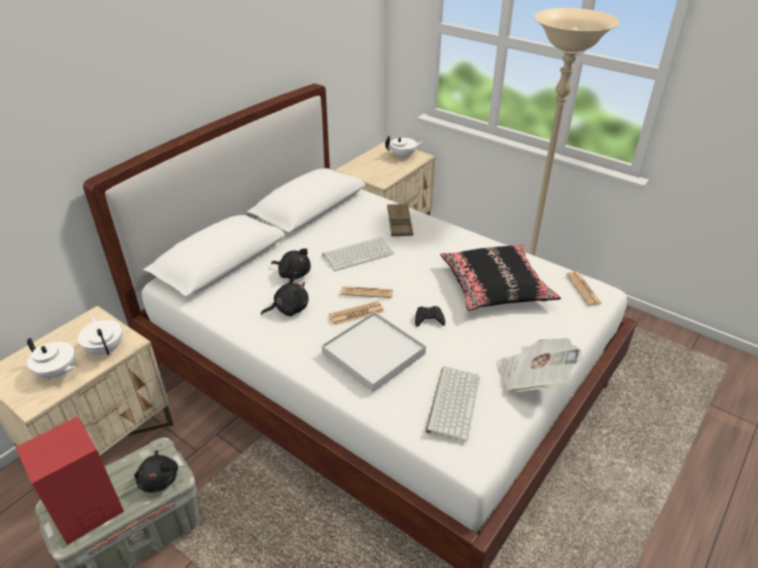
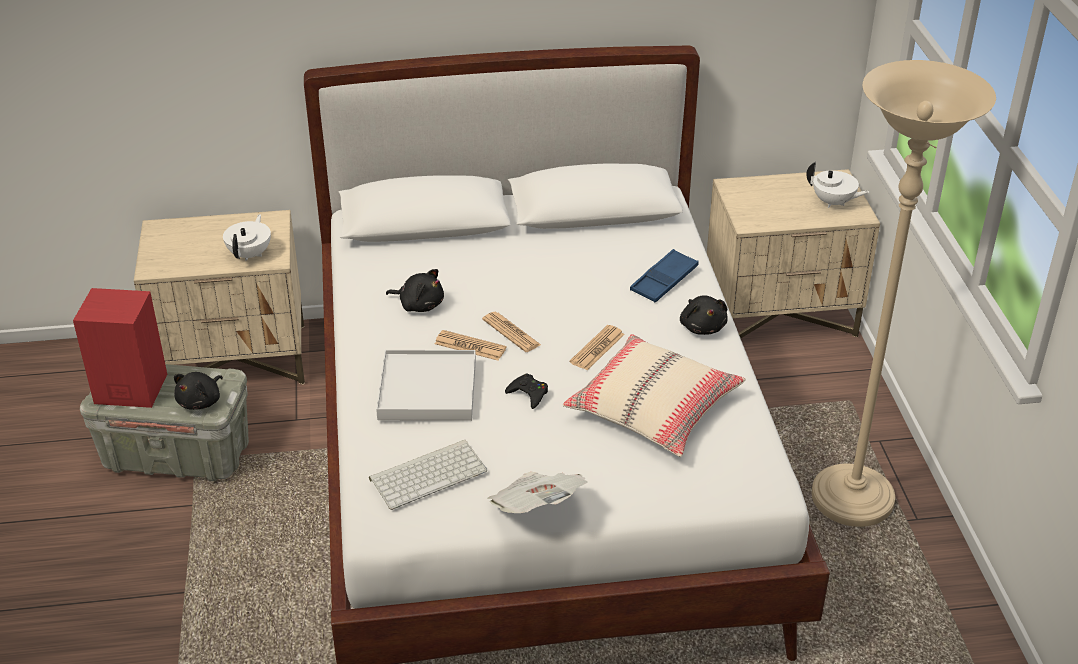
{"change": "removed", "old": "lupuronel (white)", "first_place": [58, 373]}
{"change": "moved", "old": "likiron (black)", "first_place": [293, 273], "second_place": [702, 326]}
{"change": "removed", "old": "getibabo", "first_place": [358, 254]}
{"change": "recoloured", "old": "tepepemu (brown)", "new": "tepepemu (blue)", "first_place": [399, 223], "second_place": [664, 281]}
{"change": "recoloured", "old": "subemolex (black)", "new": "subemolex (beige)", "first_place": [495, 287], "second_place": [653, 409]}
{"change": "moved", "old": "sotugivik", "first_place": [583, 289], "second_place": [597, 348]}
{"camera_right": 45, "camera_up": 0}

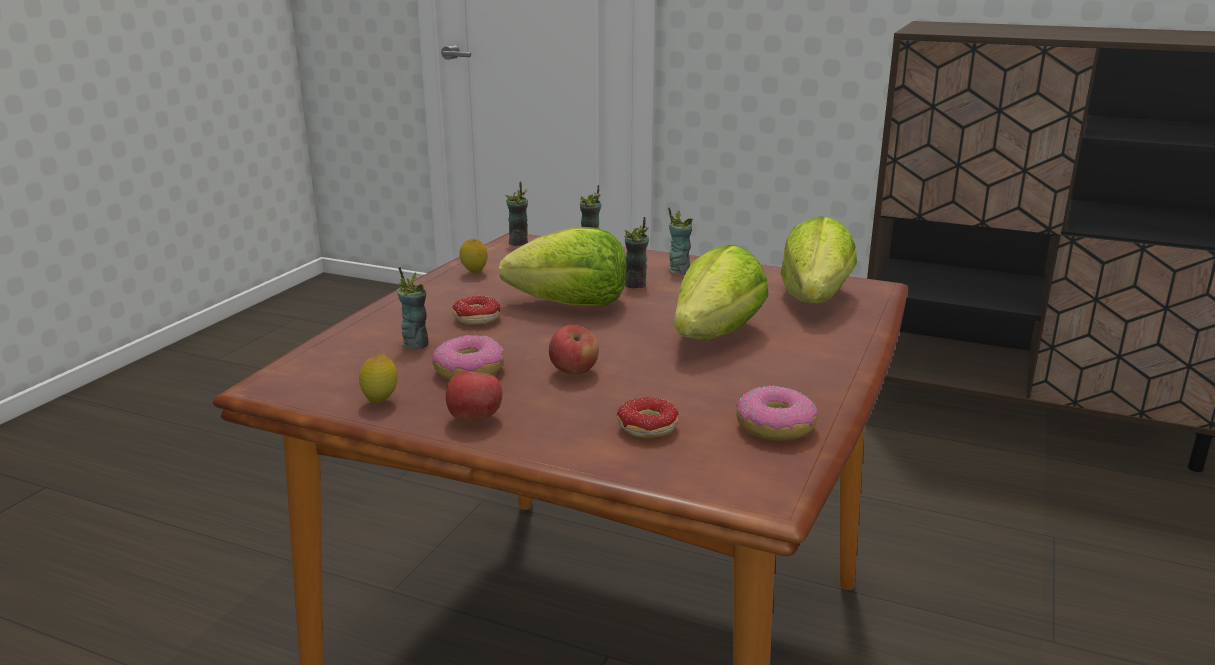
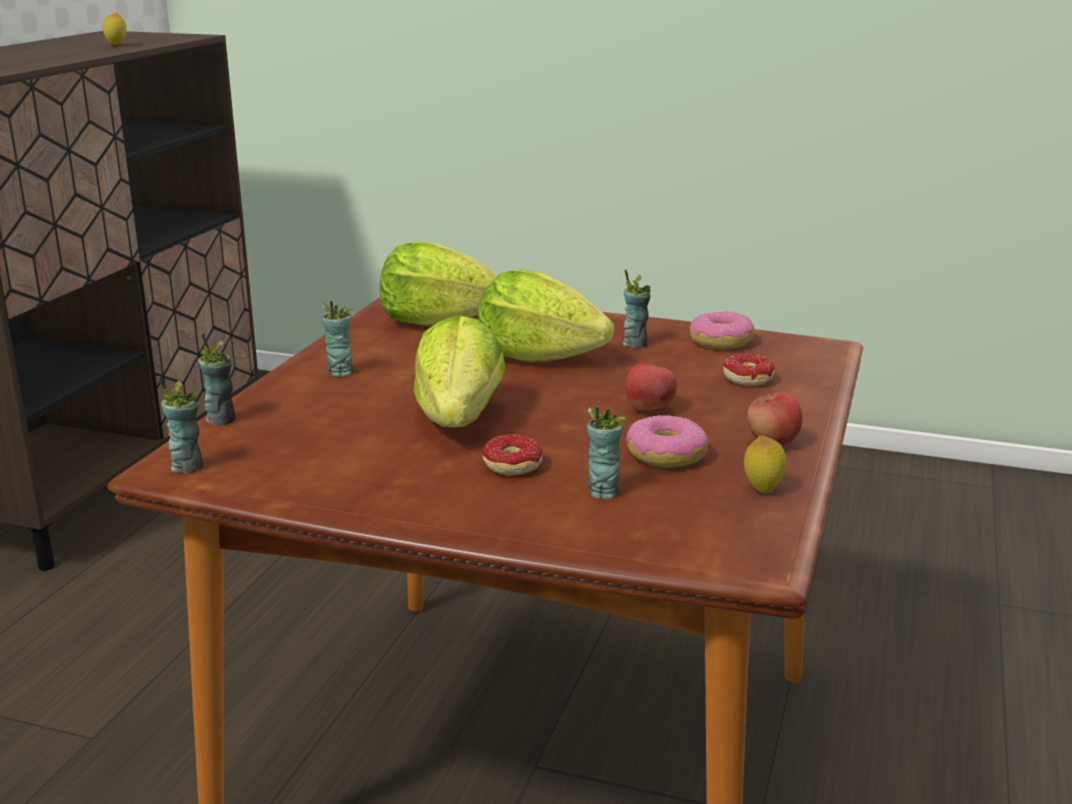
{"change": "moved", "old": "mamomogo", "first_place": [474, 273], "second_place": [117, 45]}
{"change": "moved", "old": "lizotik", "first_place": [636, 285], "second_place": [635, 344]}
{"camera_right": -95, "camera_up": 0}

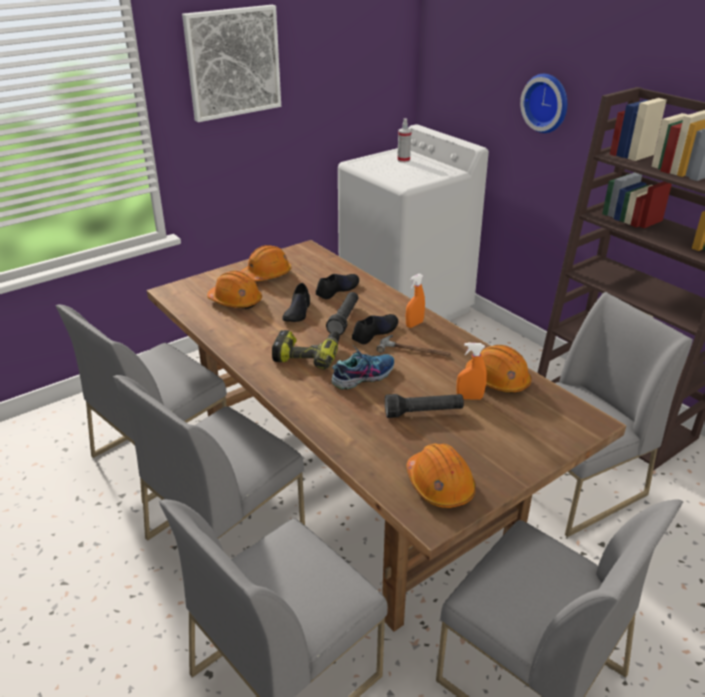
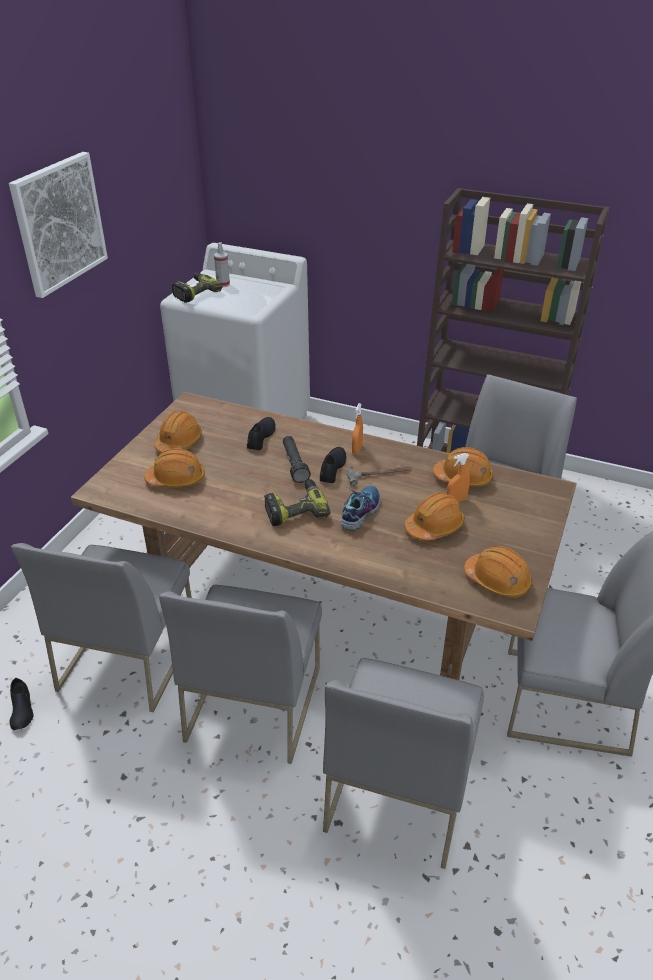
{"change": "moved", "old": "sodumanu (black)", "first_place": [297, 312], "second_place": [21, 709]}
{"change": "replaced", "old": "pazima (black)", "new": "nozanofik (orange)", "first_place": [423, 413], "second_place": [434, 526]}
{"change": "removed", "old": "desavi", "first_place": [547, 102]}
{"change": "added", "new": "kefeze", "second_place": [195, 293]}
{"camera_right": -30, "camera_up": 5}

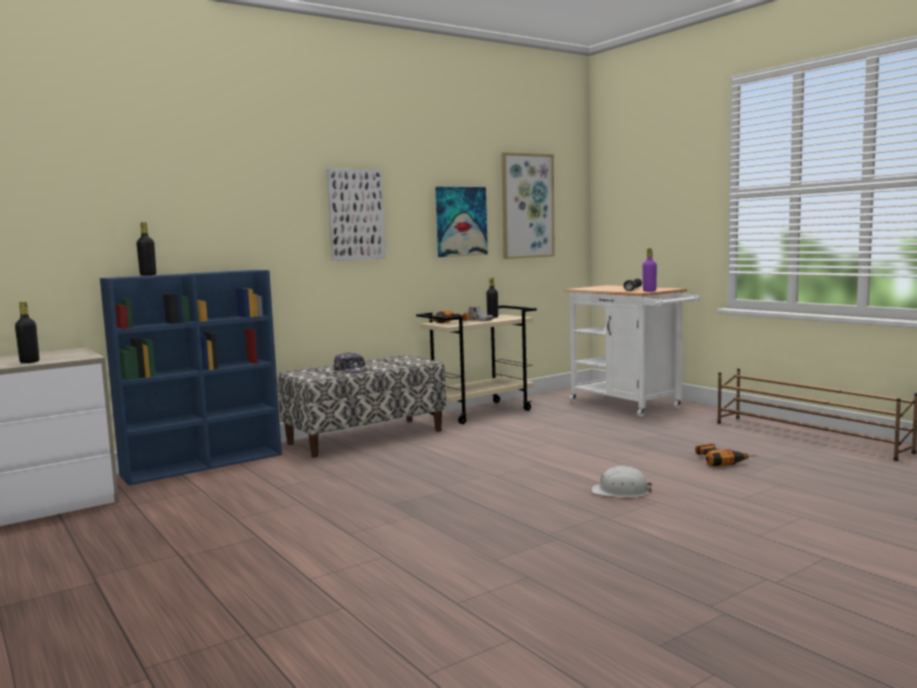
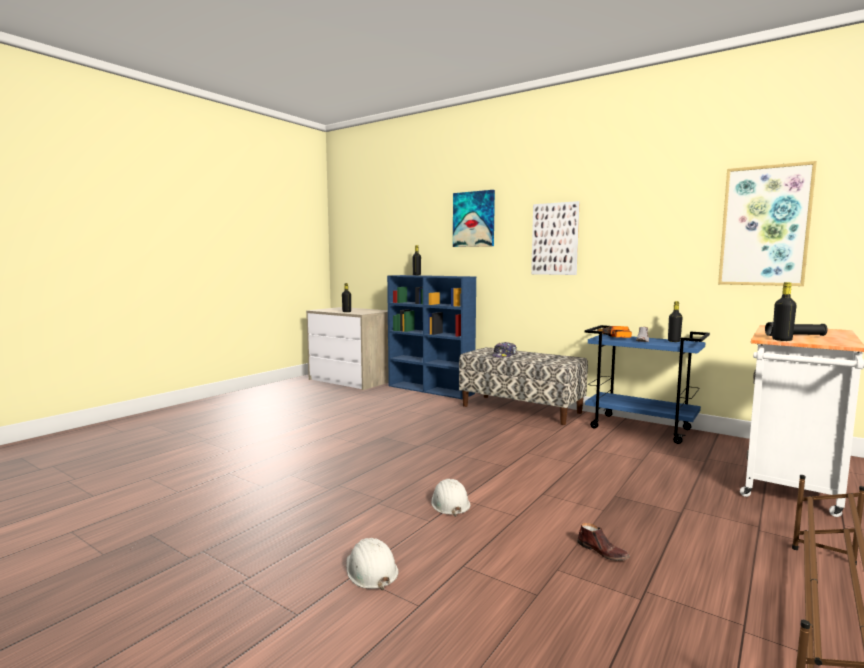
{"change": "recoloured", "old": "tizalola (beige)", "new": "tizalola (blue)", "first_place": [480, 412], "second_place": [641, 428]}
{"change": "moved", "old": "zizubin", "first_place": [460, 221], "second_place": [474, 219]}
{"change": "recoloured", "old": "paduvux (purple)", "new": "paduvux (black)", "first_place": [649, 291], "second_place": [782, 340]}
{"change": "replaced", "old": "kefeze", "new": "sodumanu (brown)", "first_place": [721, 460], "second_place": [603, 552]}
{"change": "added", "new": "nozanofik (white)", "second_place": [370, 570]}
{"camera_right": 70, "camera_up": 0}

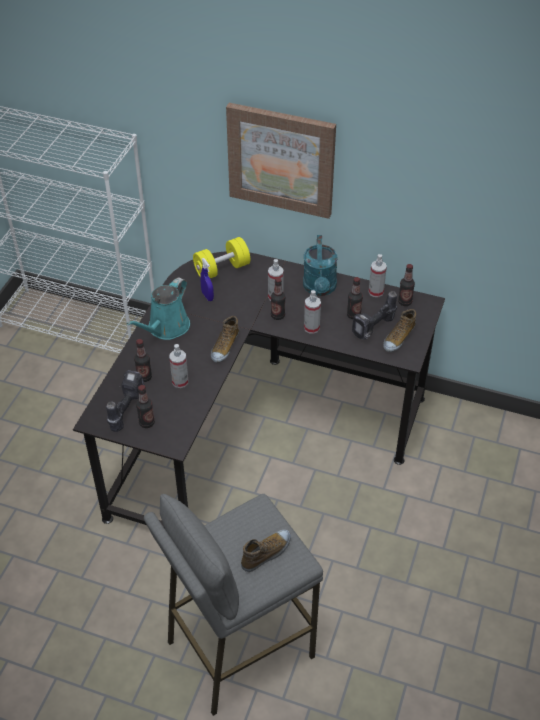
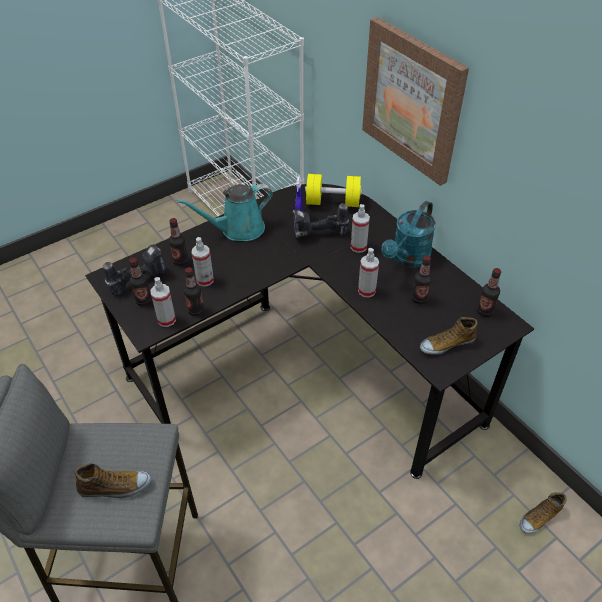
{"change": "moved", "old": "sodumanu", "first_place": [224, 346], "second_place": [539, 517]}
{"change": "moved", "old": "paduvux", "first_place": [278, 315], "second_place": [196, 311]}
{"change": "moved", "old": "kefeze", "first_place": [374, 329], "second_place": [318, 236]}
{"change": "moved", "old": "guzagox", "first_place": [376, 292], "second_place": [166, 320]}
{"camera_right": 35, "camera_up": 0}

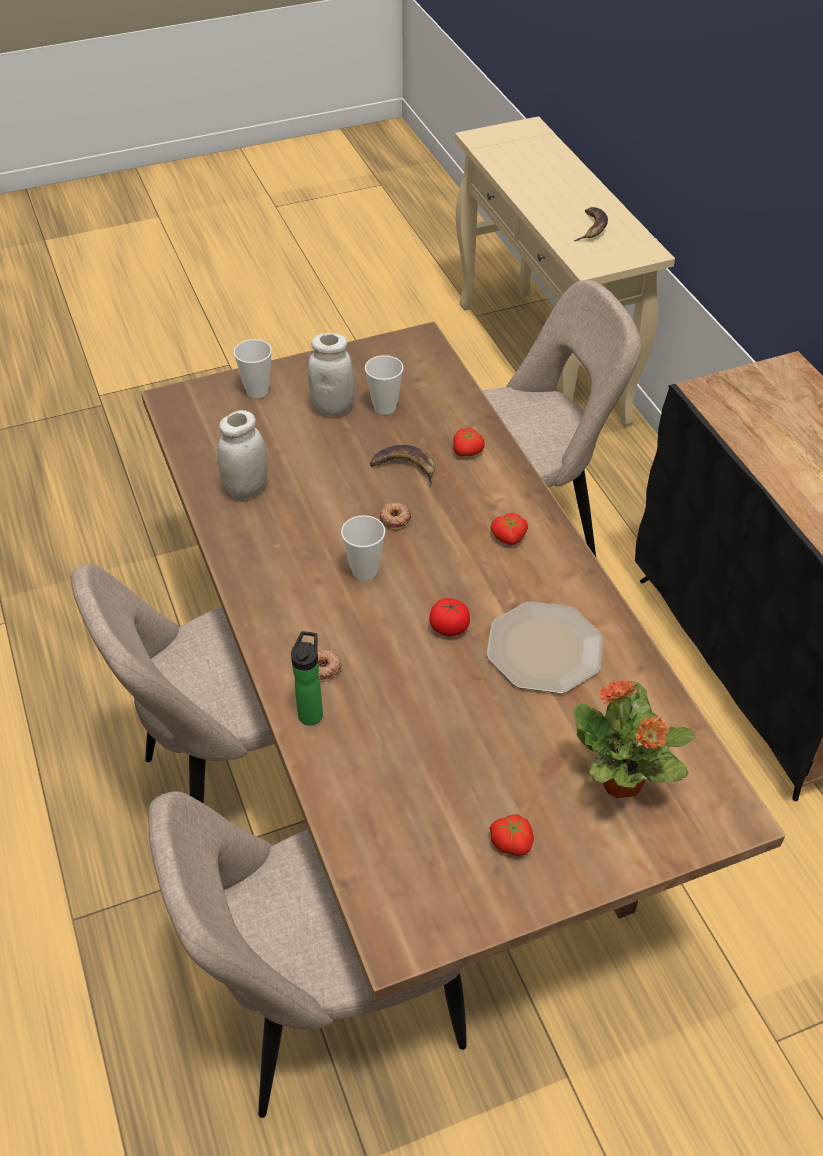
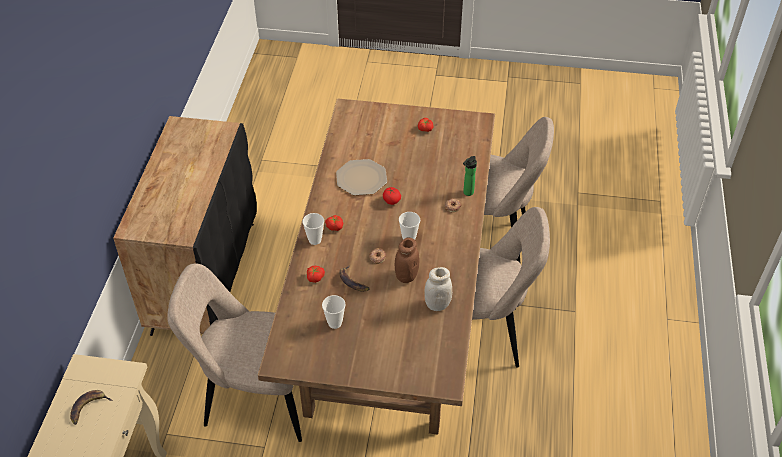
{"change": "moved", "old": "lizotik", "first_place": [257, 391], "second_place": [315, 240]}
{"change": "removed", "old": "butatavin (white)", "first_place": [333, 407]}
{"change": "removed", "old": "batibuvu", "first_place": [622, 784]}
{"change": "added", "new": "butatavin (brown)", "second_place": [406, 276]}
{"camera_right": -150, "camera_up": 0}

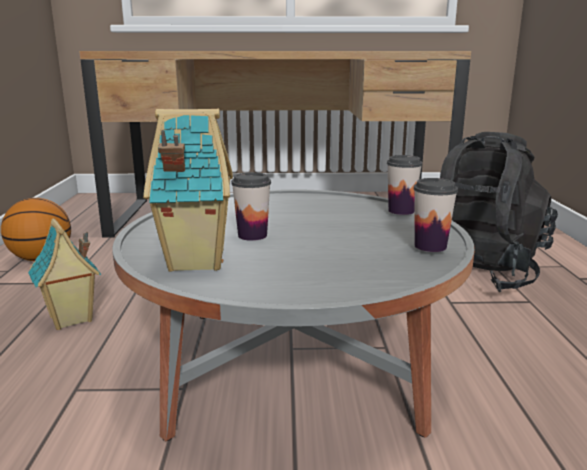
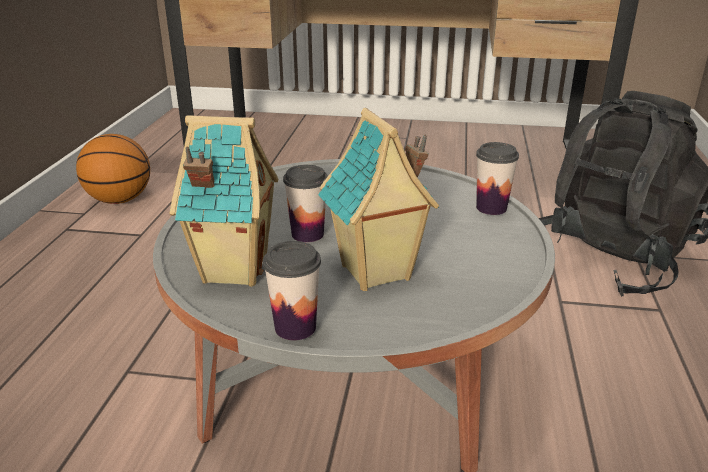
{"change": "moved", "old": "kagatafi", "first_place": [71, 320], "second_place": [376, 273]}
{"change": "moved", "old": "lizotik", "first_place": [430, 246], "second_place": [295, 327]}
{"camera_right": 10, "camera_up": 10}

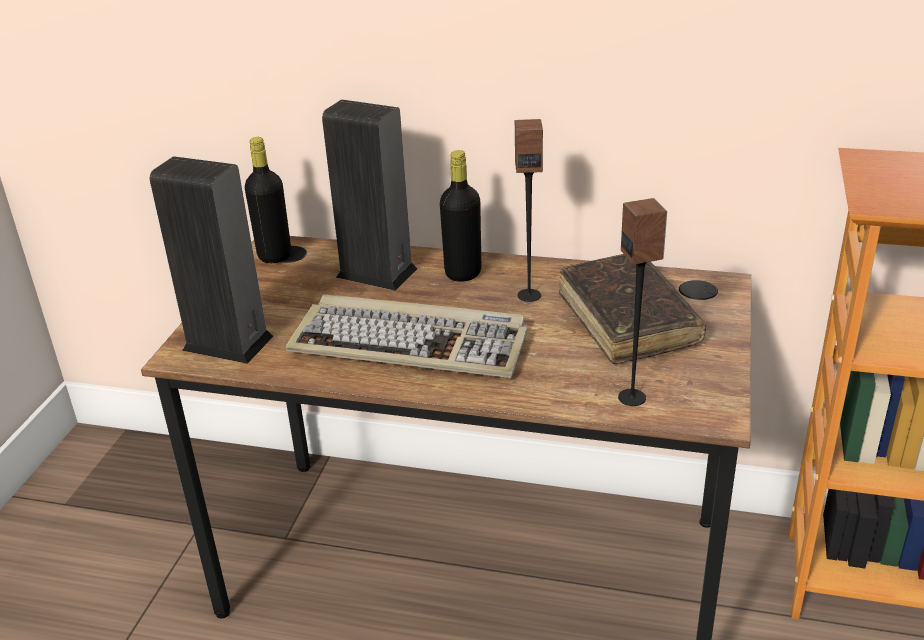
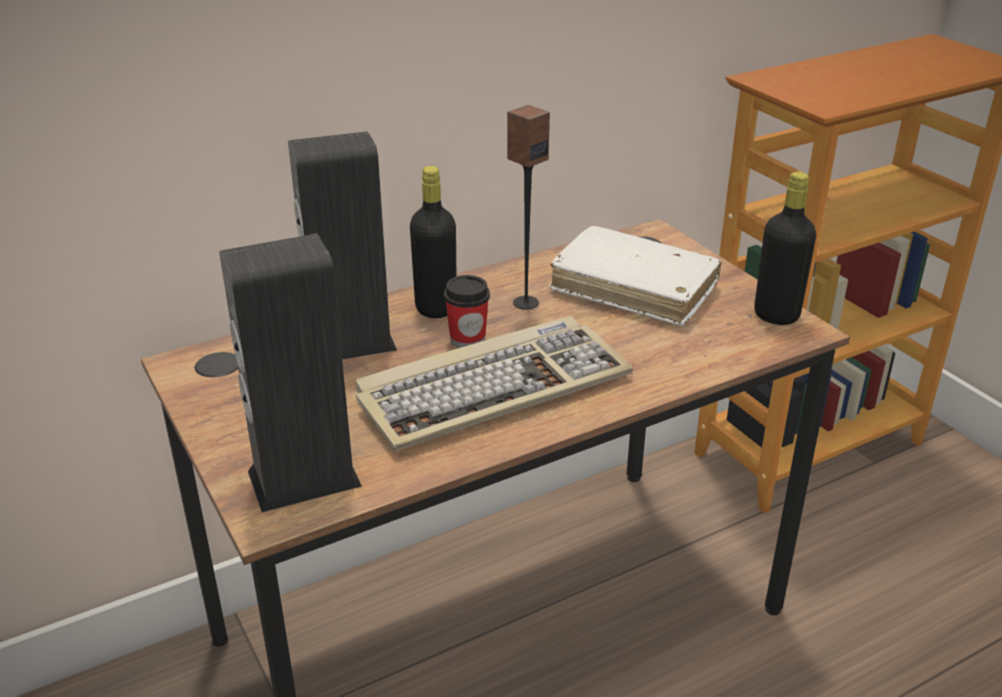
{"change": "moved", "old": "paduvux (black)", "first_place": [274, 255], "second_place": [776, 315]}
{"change": "recoloured", "old": "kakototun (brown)", "new": "kakototun (white)", "first_place": [627, 320], "second_place": [634, 289]}
{"change": "removed", "old": "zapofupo", "first_place": [632, 397]}
{"change": "added", "new": "lizotik", "second_place": [467, 340]}
{"camera_right": -45, "camera_up": 0}

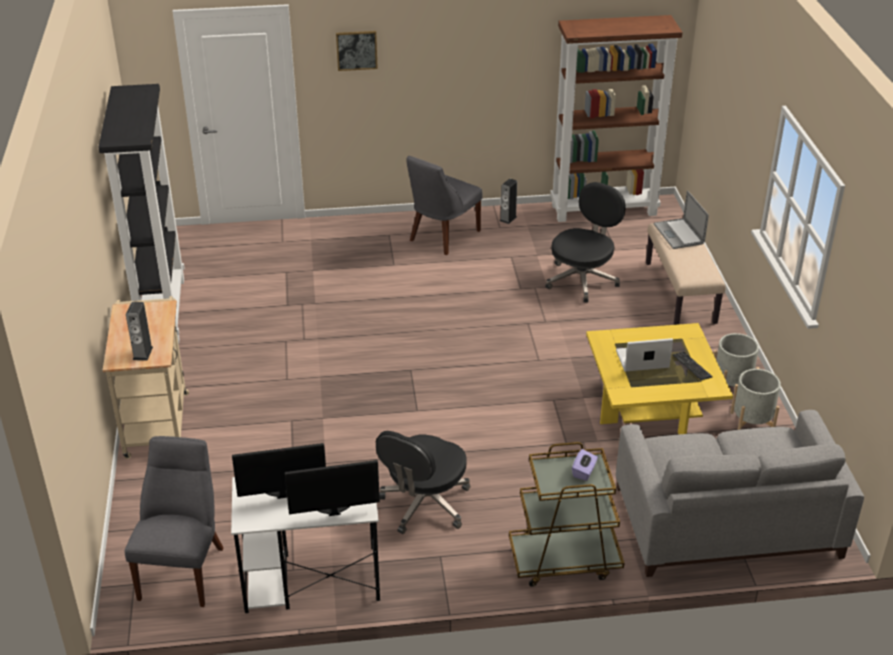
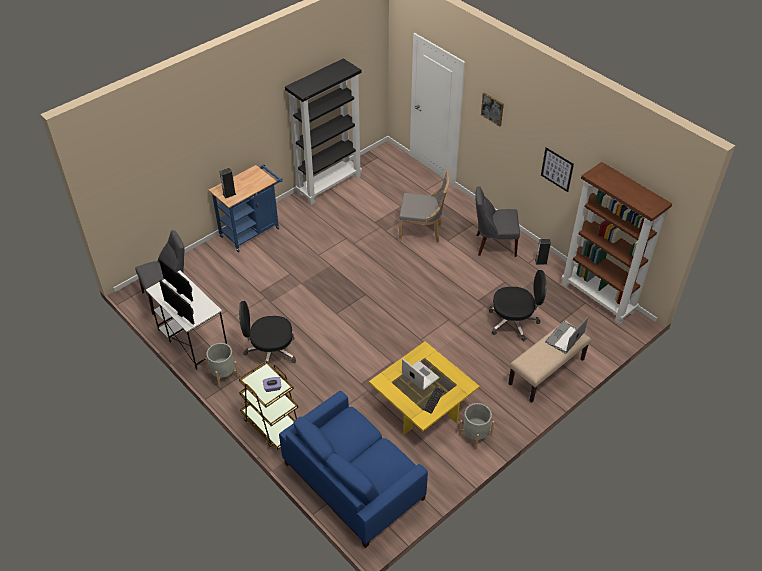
{"change": "recoloured", "old": "tizalola (beige)", "new": "tizalola (blue)", "first_place": [157, 420], "second_place": [252, 230]}
{"change": "recoloured", "old": "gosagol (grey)", "new": "gosagol (blue)", "first_place": [726, 520], "second_place": [354, 480]}
{"change": "moved", "old": "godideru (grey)", "first_place": [751, 423], "second_place": [223, 374]}
{"change": "added", "new": "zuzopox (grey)", "second_place": [422, 231]}
{"change": "added", "new": "zizubin", "second_place": [557, 169]}
{"camera_right": 55, "camera_up": 10}

